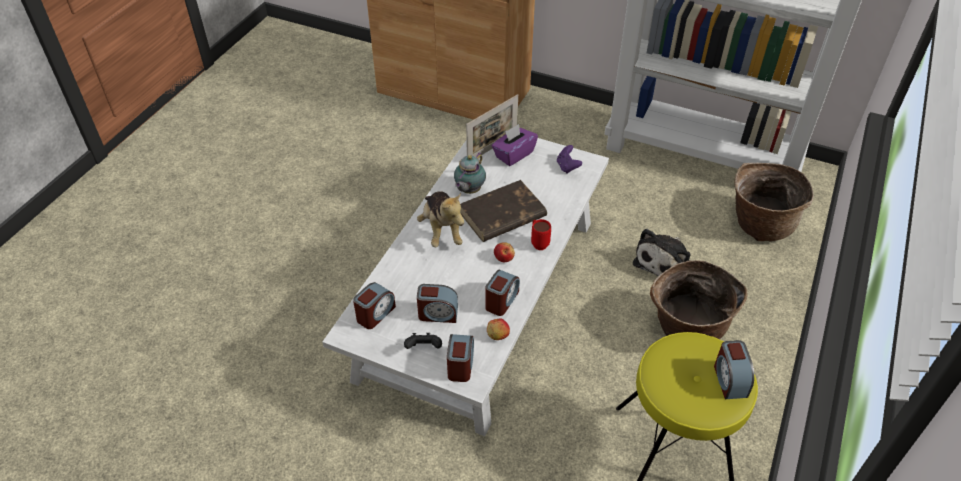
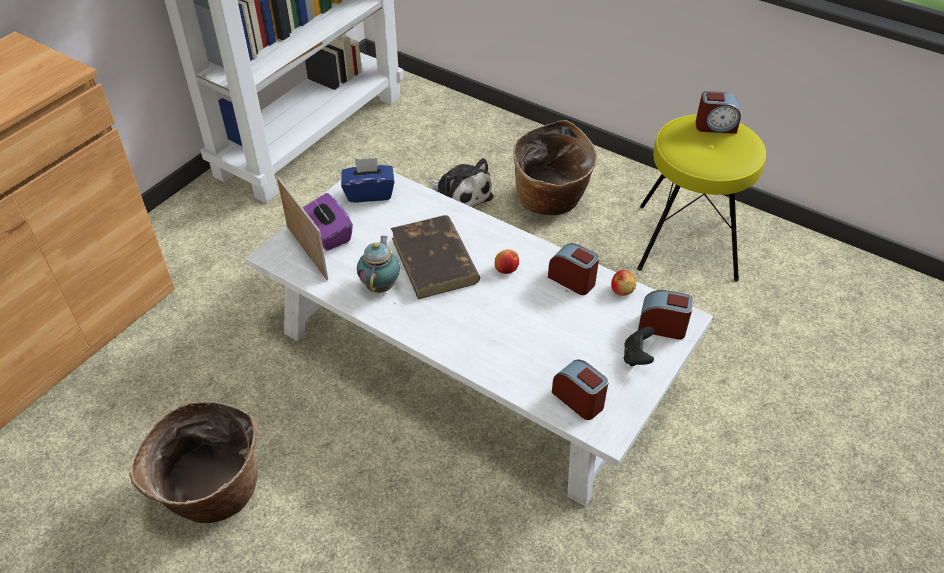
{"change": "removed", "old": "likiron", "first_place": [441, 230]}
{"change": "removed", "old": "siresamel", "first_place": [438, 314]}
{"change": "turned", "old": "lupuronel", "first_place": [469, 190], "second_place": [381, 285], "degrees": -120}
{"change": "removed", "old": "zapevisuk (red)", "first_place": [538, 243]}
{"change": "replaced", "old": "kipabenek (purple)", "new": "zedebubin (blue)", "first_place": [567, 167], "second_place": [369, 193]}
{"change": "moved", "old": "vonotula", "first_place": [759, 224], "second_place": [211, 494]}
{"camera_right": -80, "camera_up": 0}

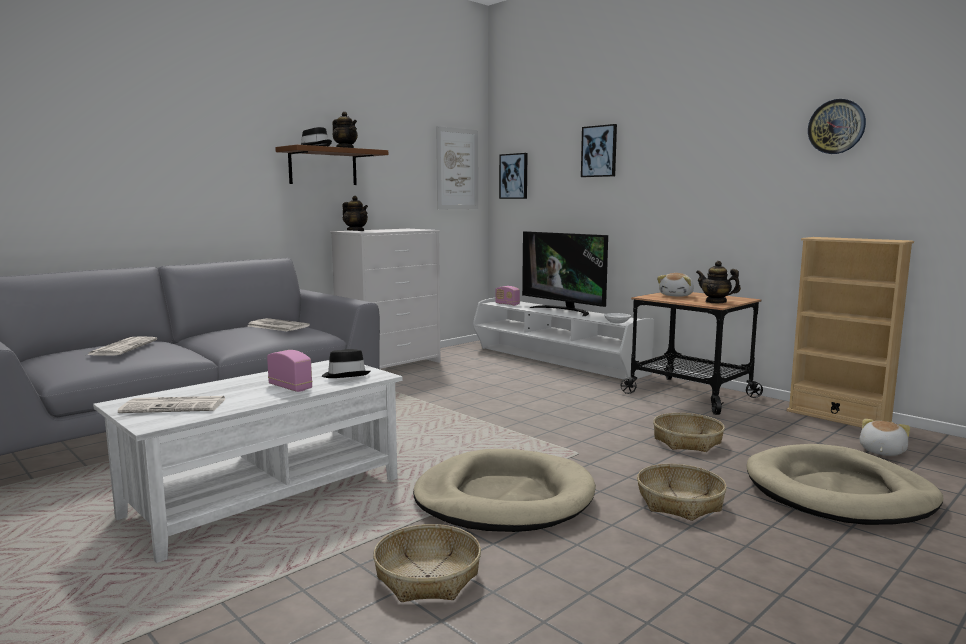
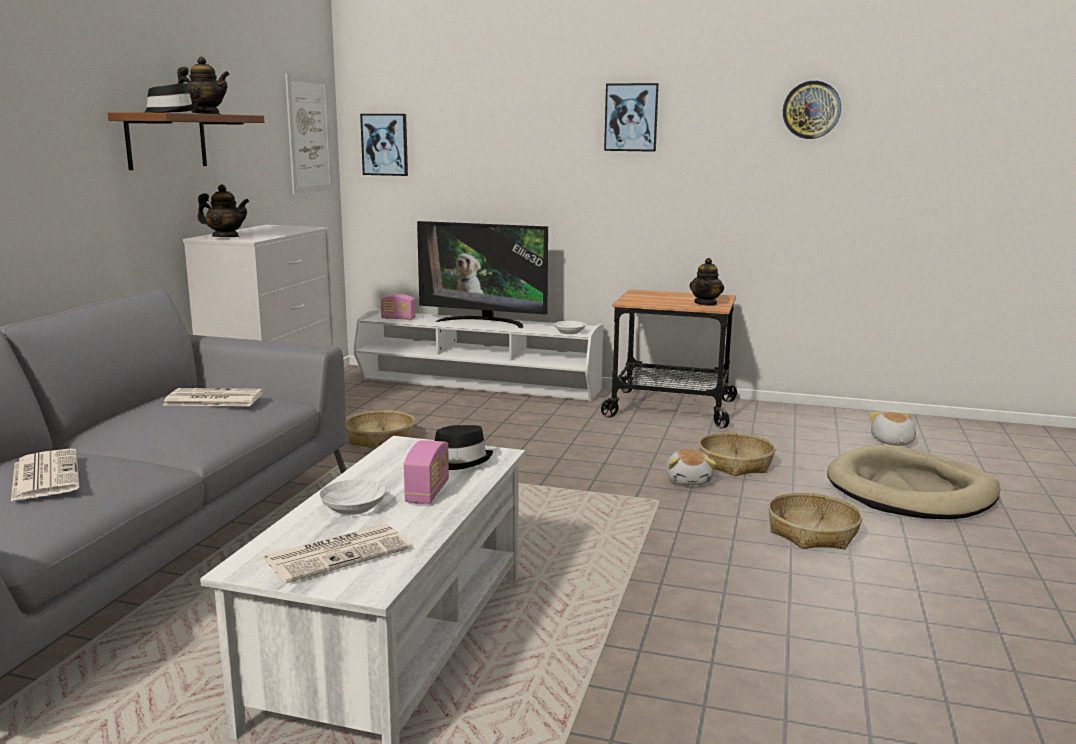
{"change": "turned", "old": "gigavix", "first_place": [290, 387], "second_place": [427, 492], "degrees": 90}
{"change": "moved", "old": "vonotula", "first_place": [427, 577], "second_place": [380, 439]}
{"change": "removed", "old": "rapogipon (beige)", "first_place": [504, 498]}
{"change": "moved", "old": "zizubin", "first_place": [599, 151], "second_place": [631, 117]}
{"change": "moved", "old": "likiron", "first_place": [677, 295], "second_place": [689, 480]}
{"change": "turned", "old": "lupuronel", "first_place": [716, 302], "second_place": [706, 303], "degrees": -75}
{"change": "removed", "old": "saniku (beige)", "first_place": [838, 418]}
{"change": "added", "new": "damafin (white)", "second_place": [351, 508]}
{"camera_right": -30, "camera_up": 5}

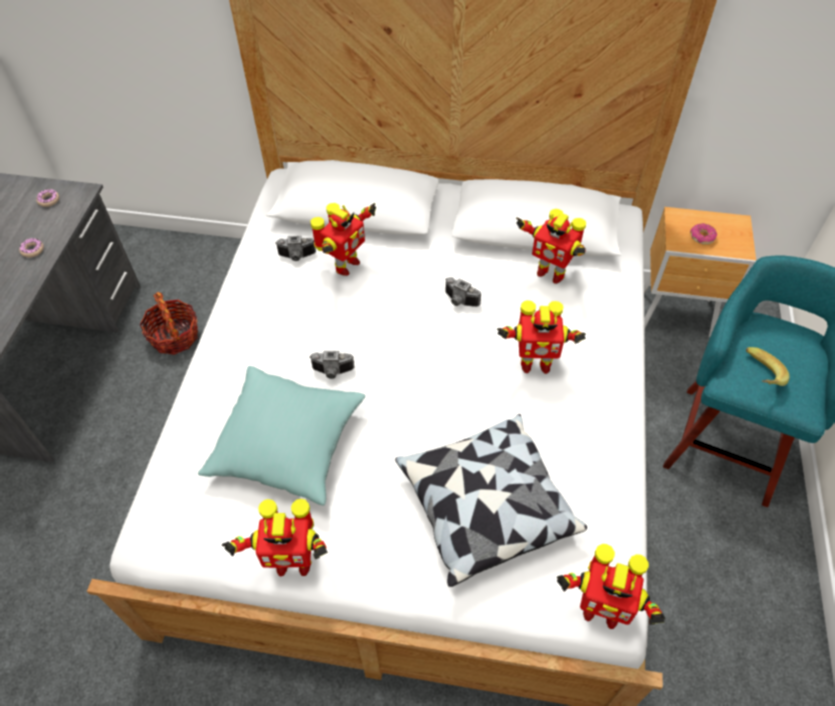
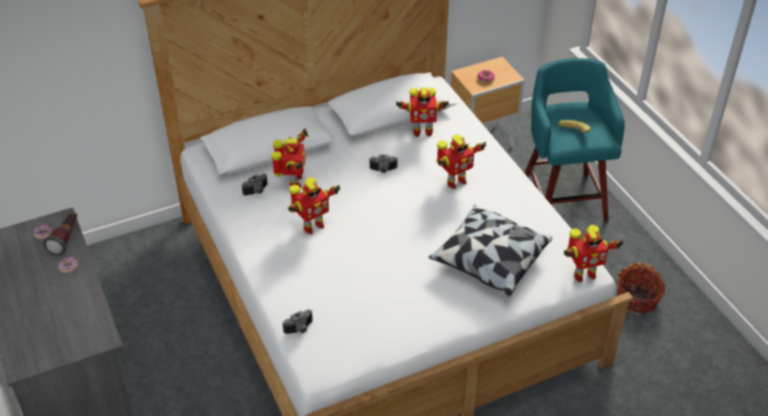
{"change": "moved", "old": "vonotula", "first_place": [175, 336], "second_place": [637, 299]}
{"change": "removed", "old": "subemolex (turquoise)", "first_place": [287, 444]}
{"change": "moved", "old": "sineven", "first_place": [292, 562], "second_place": [312, 226]}
{"change": "moved", "old": "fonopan", "first_place": [332, 372], "second_place": [300, 329]}
{"change": "added", "new": "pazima", "second_place": [66, 239]}
{"camera_right": -35, "camera_up": -10}

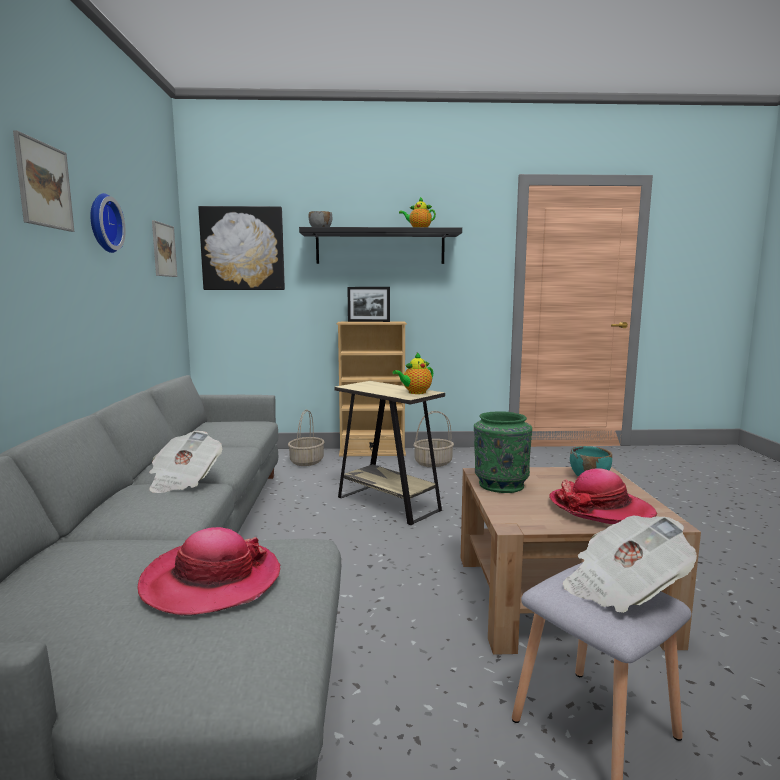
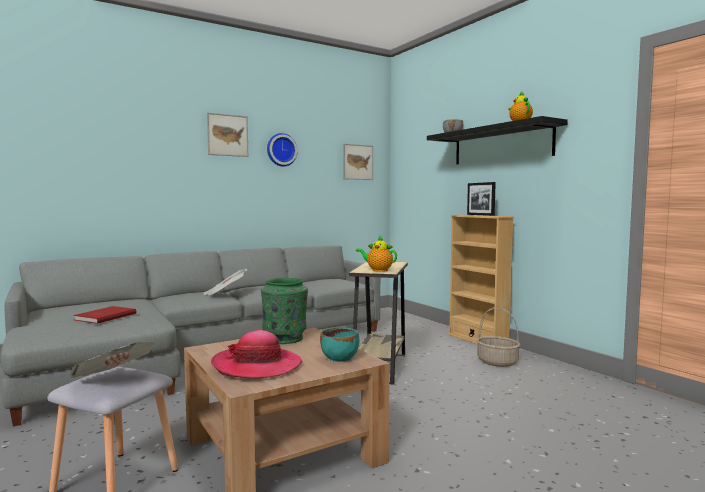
{"change": "replaced", "old": "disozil", "new": "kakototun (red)", "first_place": [211, 580], "second_place": [104, 316]}
{"change": "removed", "old": "zizubin", "first_place": [243, 249]}
{"change": "removed", "old": "vonotula", "first_place": [306, 461]}
{"camera_right": 60, "camera_up": -5}

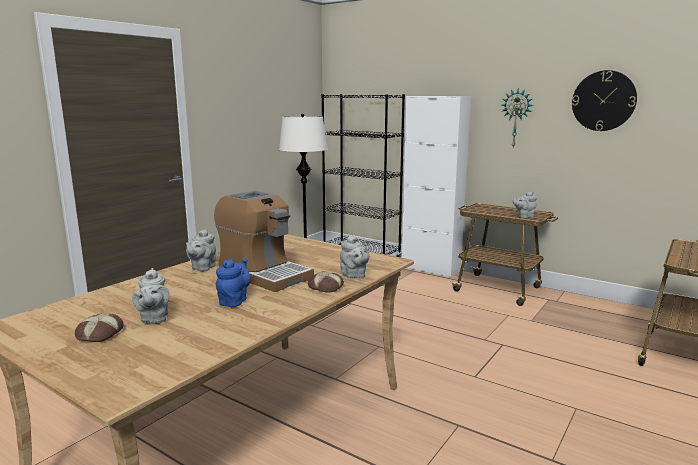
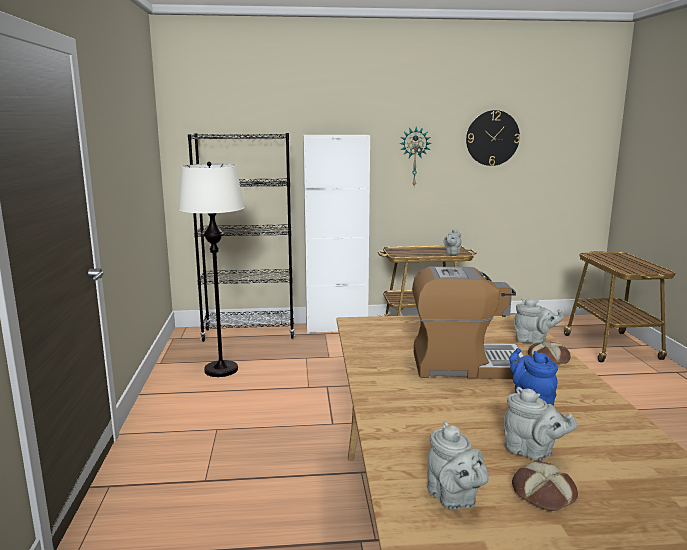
{"change": "moved", "old": "lupuronel (grey)", "first_place": [202, 268], "second_place": [454, 498]}
{"camera_right": -40, "camera_up": 0}

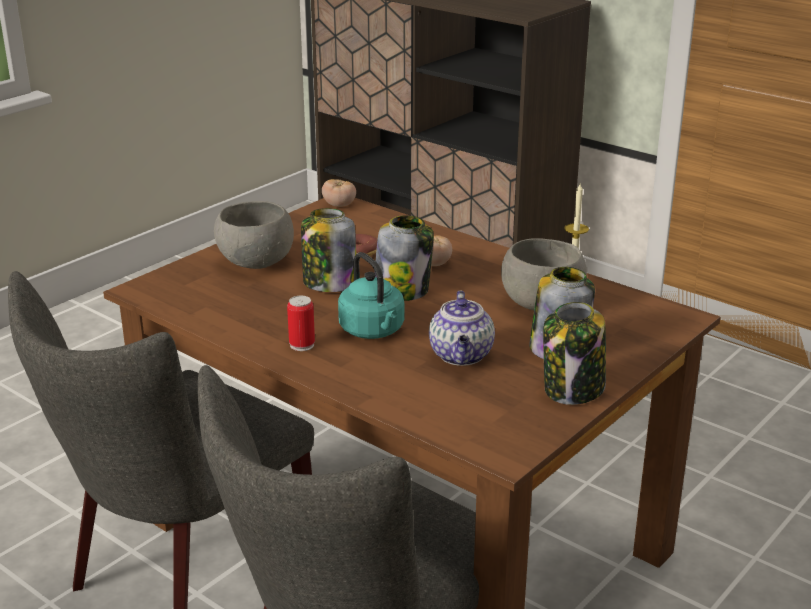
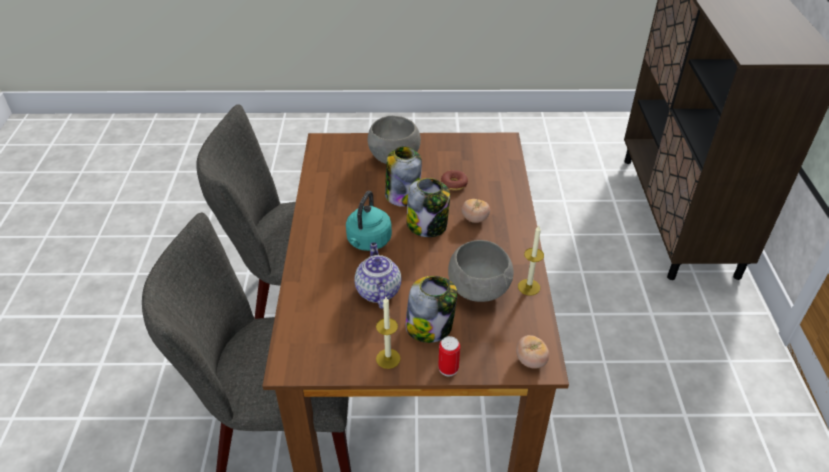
{"change": "moved", "old": "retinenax", "first_place": [302, 345], "second_place": [448, 368]}
{"change": "moved", "old": "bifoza", "first_place": [339, 205], "second_place": [530, 361]}
{"change": "turned", "old": "lupuronel", "first_place": [462, 356], "second_place": [377, 291], "degrees": 120}
{"change": "replaced", "old": "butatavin", "new": "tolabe", "first_place": [573, 389], "second_place": [388, 358]}
{"camera_right": 50, "camera_up": 15}

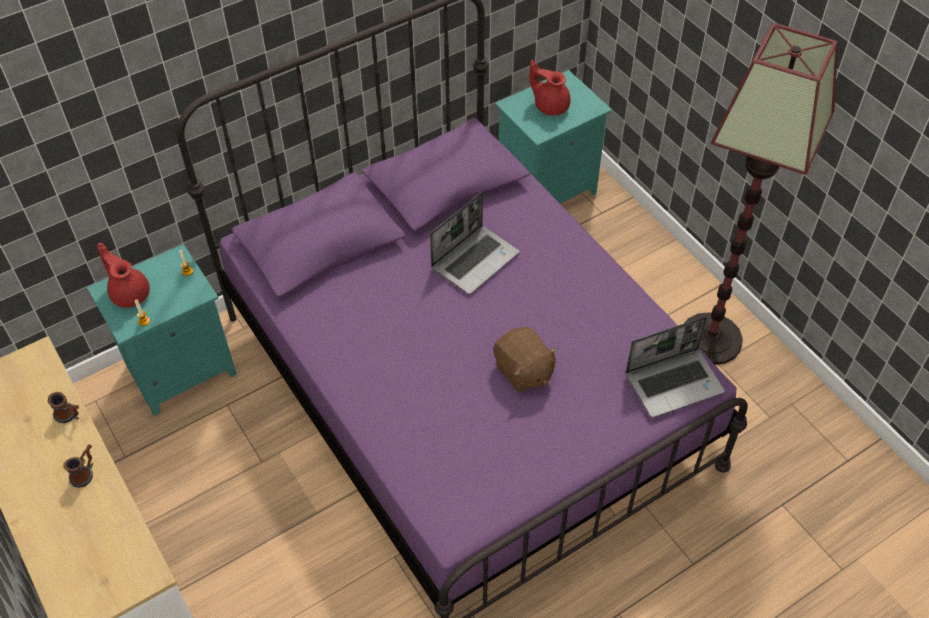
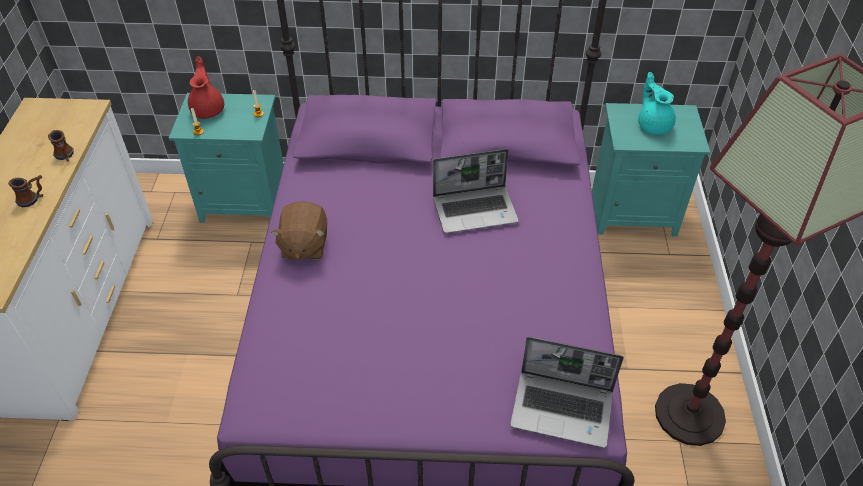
{"change": "moved", "old": "likiron (brown)", "first_place": [523, 371], "second_place": [304, 245]}
{"change": "recoloured", "old": "lupuronel (red)", "new": "lupuronel (turquoise)", "first_place": [550, 105], "second_place": [653, 125]}
{"camera_right": 35, "camera_up": -5}

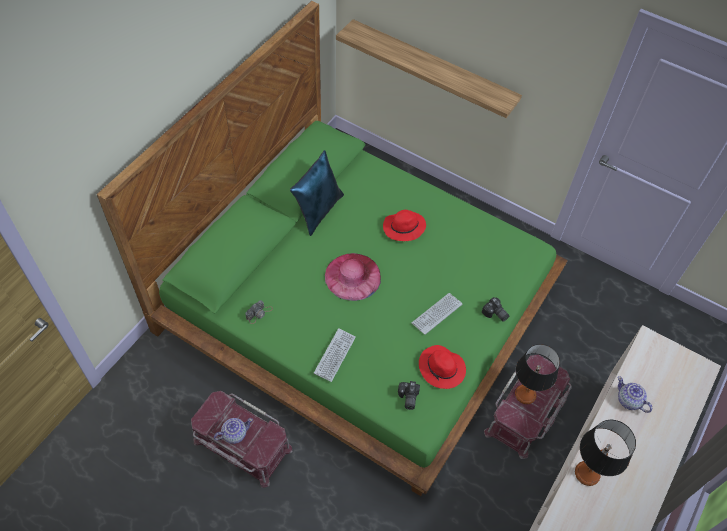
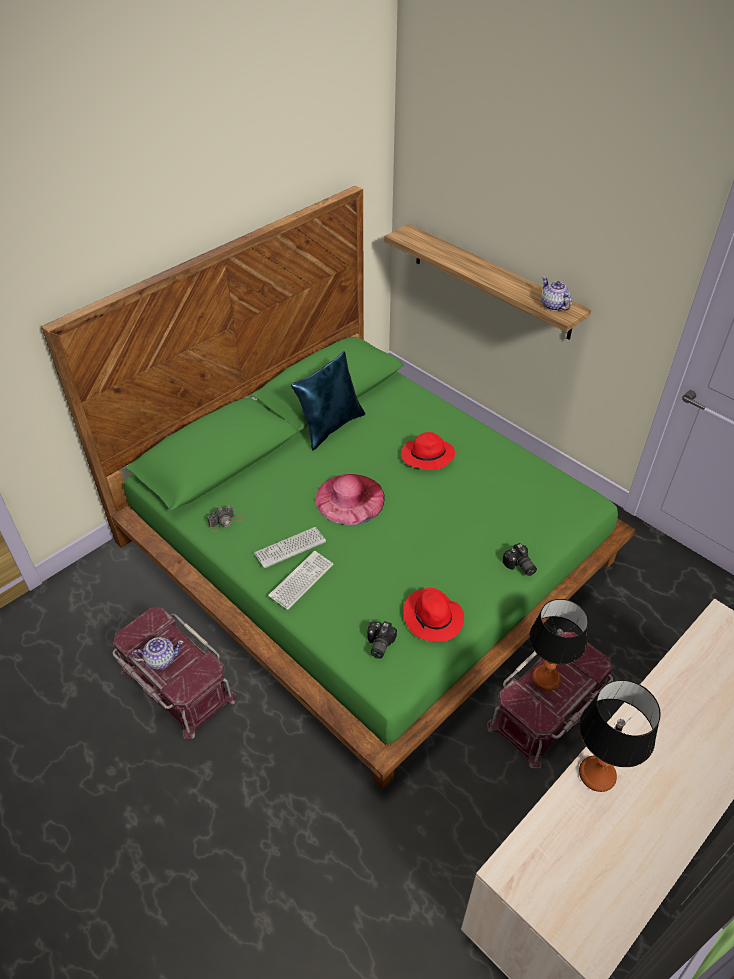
{"change": "moved", "old": "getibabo", "first_place": [436, 314], "second_place": [290, 548]}
{"change": "moved", "old": "lupuronel", "first_place": [629, 401], "second_place": [553, 306]}
{"camera_right": 15, "camera_up": -10}

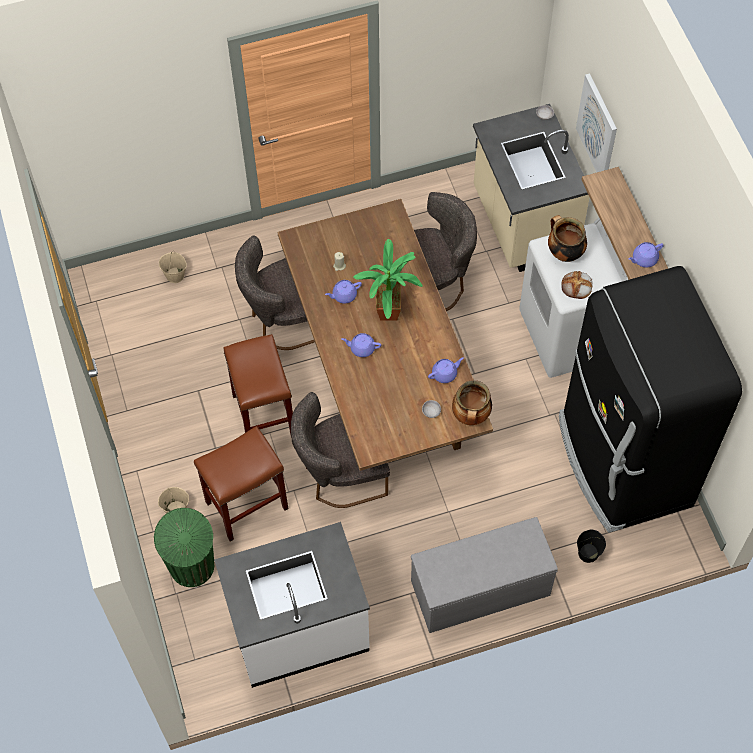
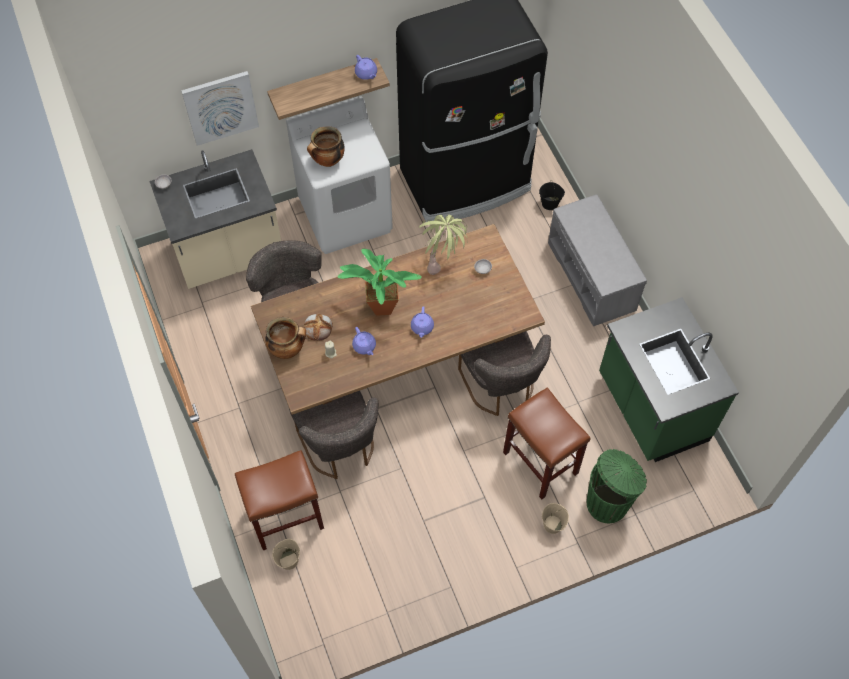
{"change": "recoloured", "old": "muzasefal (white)", "new": "muzasefal (green)", "first_place": [298, 629], "second_place": [651, 409]}
{"change": "moved", "old": "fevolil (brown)", "first_place": [263, 415], "second_place": [285, 518]}
{"change": "replaced", "old": "lupuronel (purple)", "new": "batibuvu", "first_place": [445, 374], "second_place": [443, 260]}
{"change": "moved", "old": "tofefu", "first_place": [471, 416], "second_place": [287, 349]}
{"change": "moved", "old": "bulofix", "first_place": [577, 286], "second_place": [318, 328]}
{"camera_right": -95, "camera_up": 0}

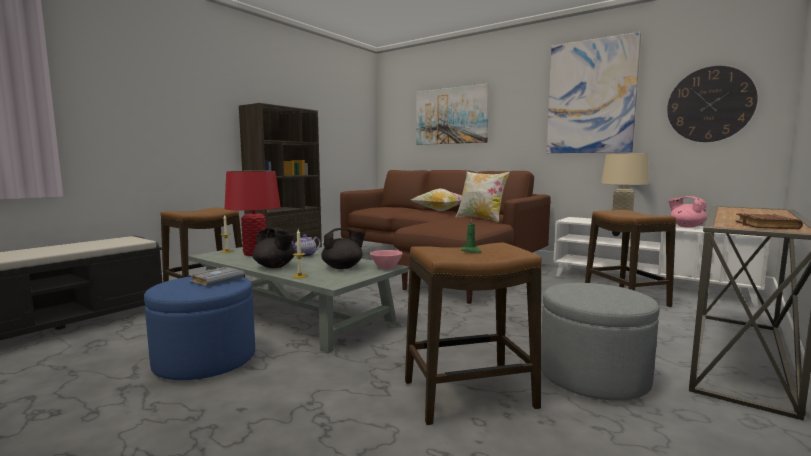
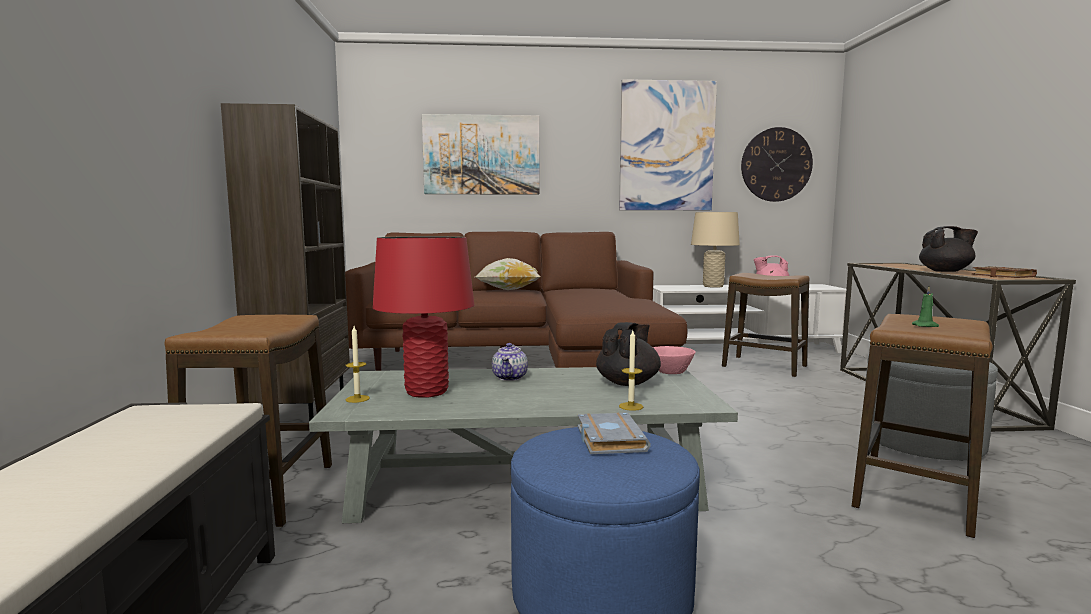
{"change": "moved", "old": "lupuronel (black)", "first_place": [275, 267], "second_place": [946, 271]}
{"change": "removed", "old": "subemolex", "first_place": [481, 219]}
{"camera_right": -40, "camera_up": 0}

